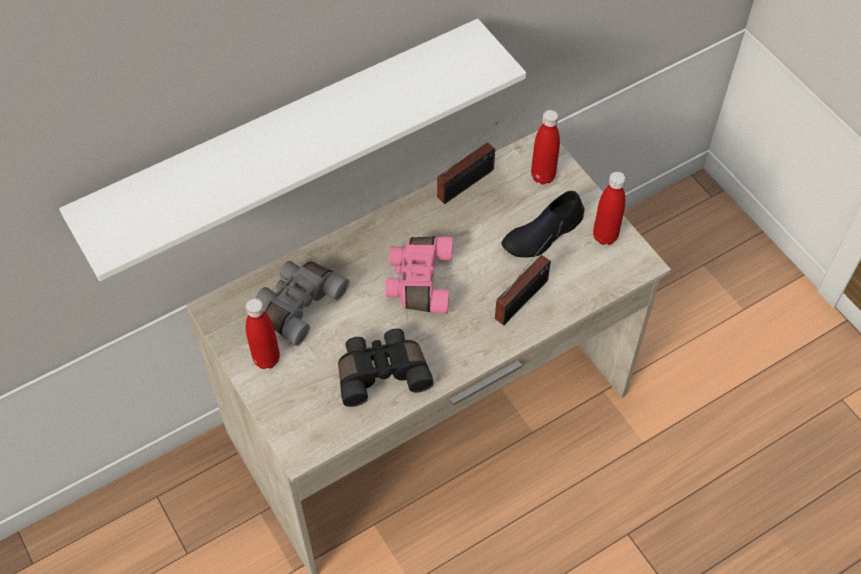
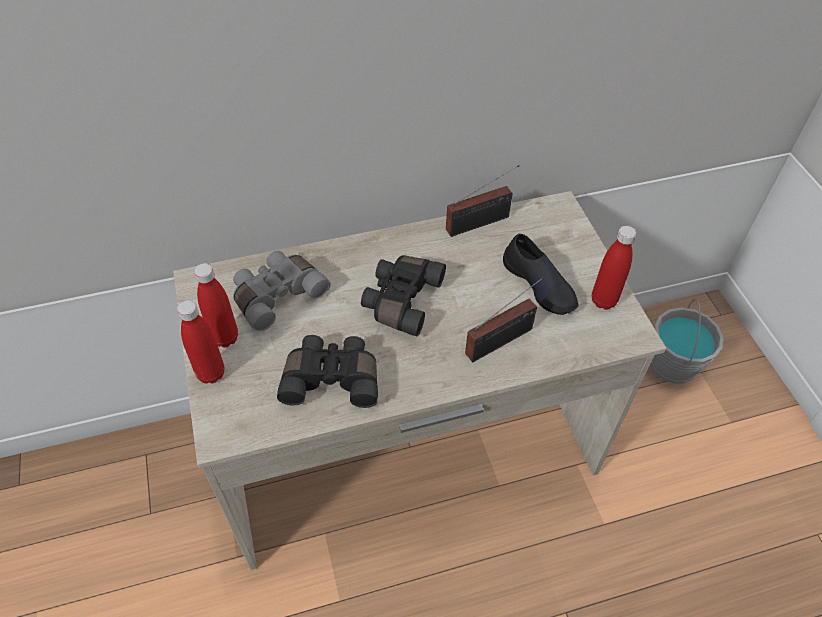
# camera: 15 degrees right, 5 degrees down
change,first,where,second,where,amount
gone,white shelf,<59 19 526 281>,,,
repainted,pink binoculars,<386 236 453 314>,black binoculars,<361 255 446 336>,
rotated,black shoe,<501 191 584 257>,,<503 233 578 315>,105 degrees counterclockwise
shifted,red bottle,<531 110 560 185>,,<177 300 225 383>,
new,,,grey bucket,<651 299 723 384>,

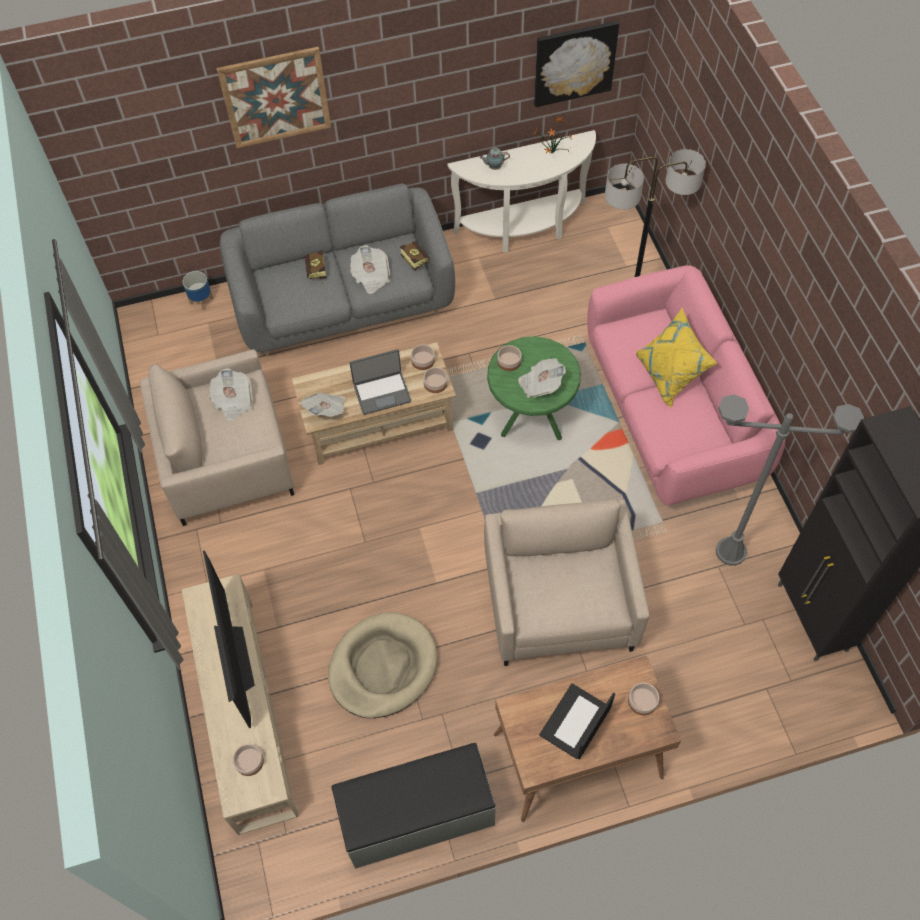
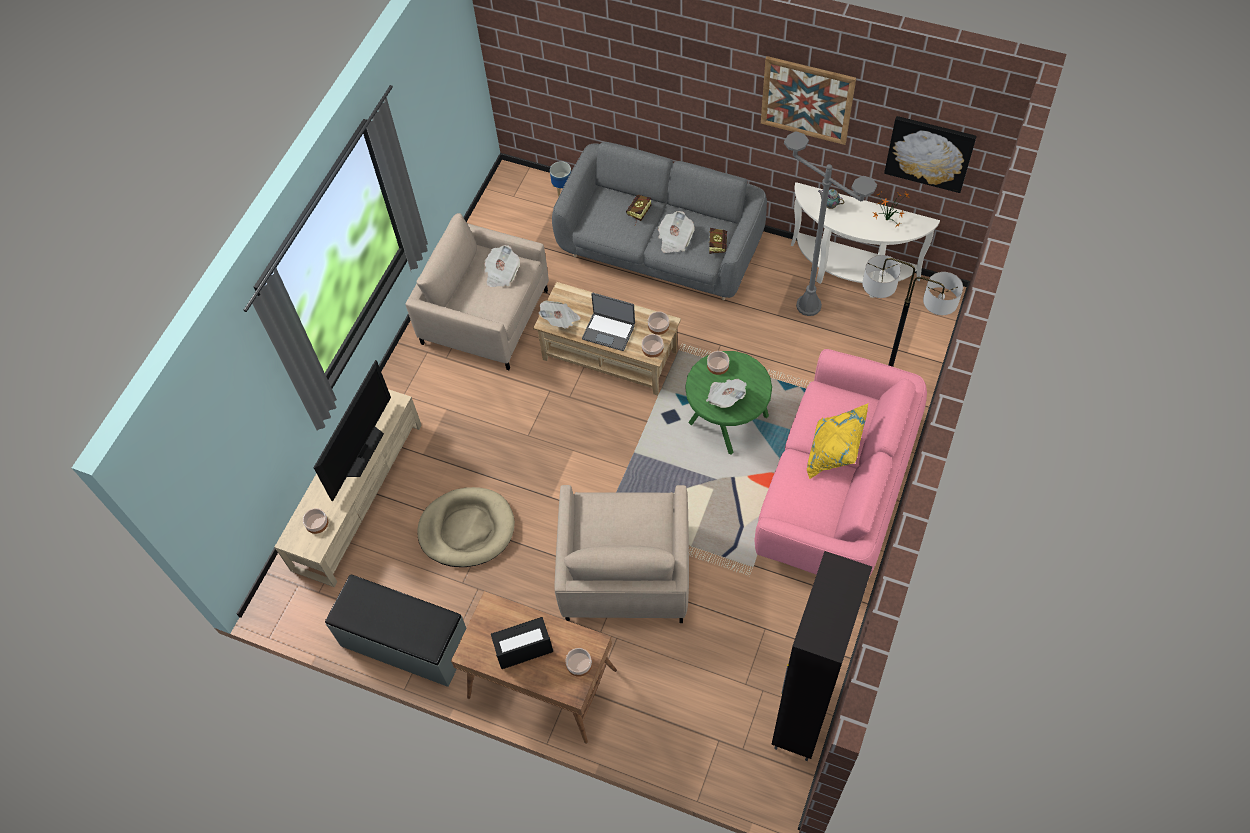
# camera: 40 degrees right, 0 degrees up
change,first,where,second,where,amount
shifted,picture,<216 47 331 148>,,<761 56 856 145>,
rotated,beige armchair,<484 499 649 666>,,<554 485 689 623>,150 degrees clockwise
shifted,grey floor lamp,<716 395 864 566>,,<784 131 877 316>,

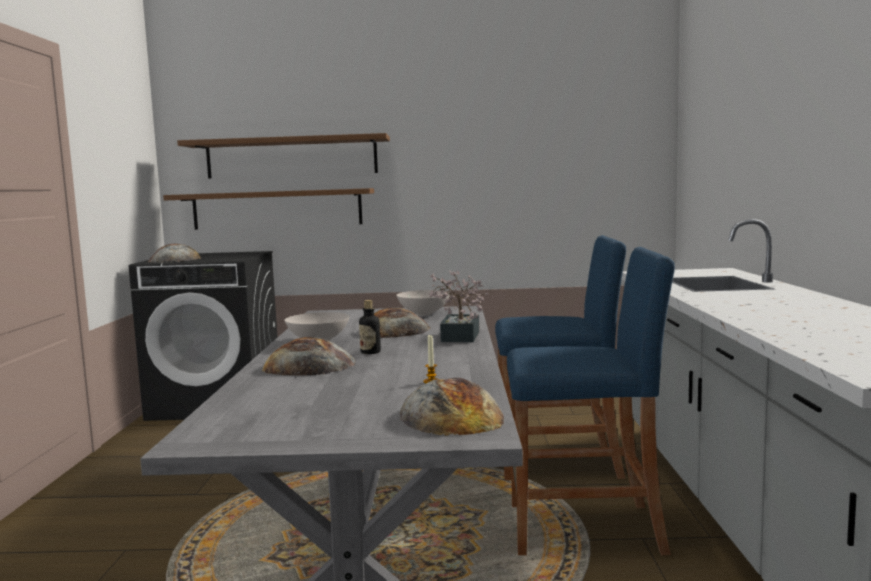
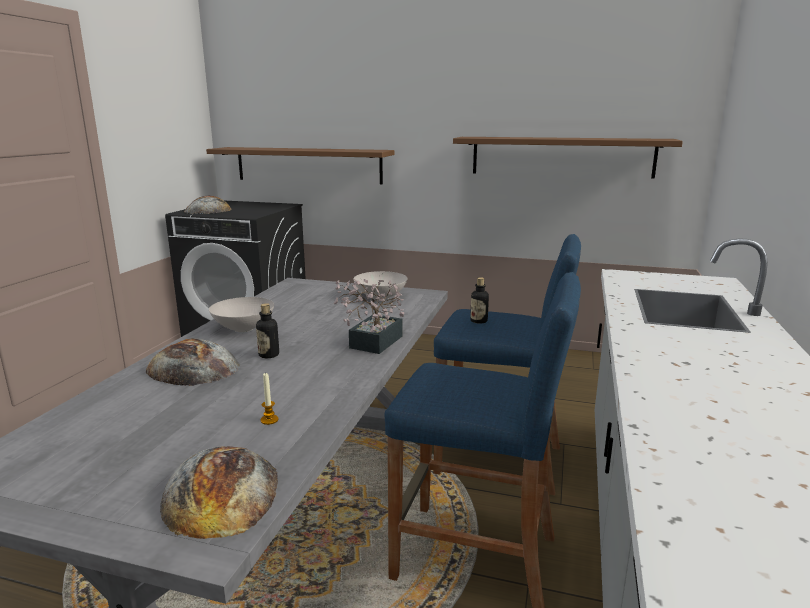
# camera: 15 degrees right, 10 degrees up
change,first,where,second,where,amount
shifted,brown shelf,<177 133 390 179>,,<453 137 683 178>,
gone,bread,<359 308 431 338>,,,
new,,,bottle,<470 277 489 323>,

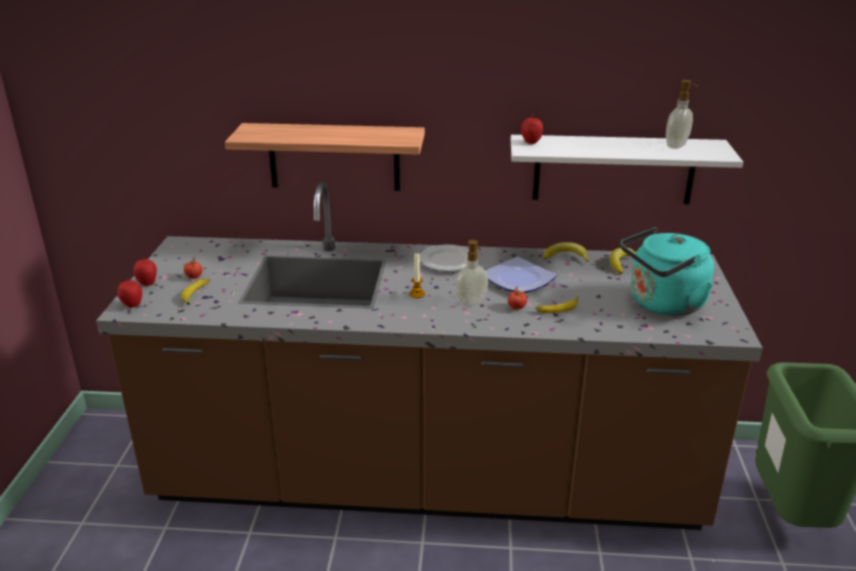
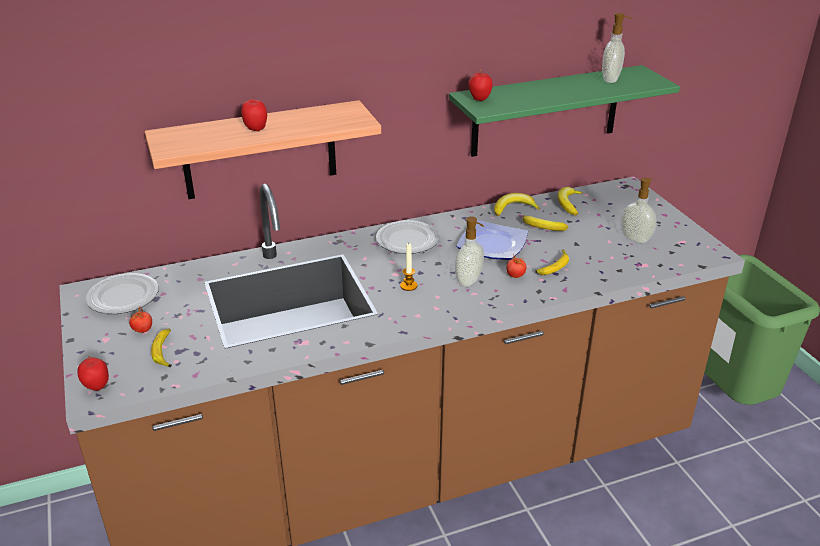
# camera: 25 degrees left, 5 degrees up
change,first,where,second,where,amount
shifted,apple,<133 258 157 286>,,<241 97 267 131>,
repainted,white shelf,<511 135 743 204>,green shelf,<449 65 680 157>,
swapped,turquoise kettle,<621 227 714 316>,soap dispenser,<621 178 656 243>,
new,,,plate,<86 273 159 314>,
new,,,banana,<523 215 568 231>,

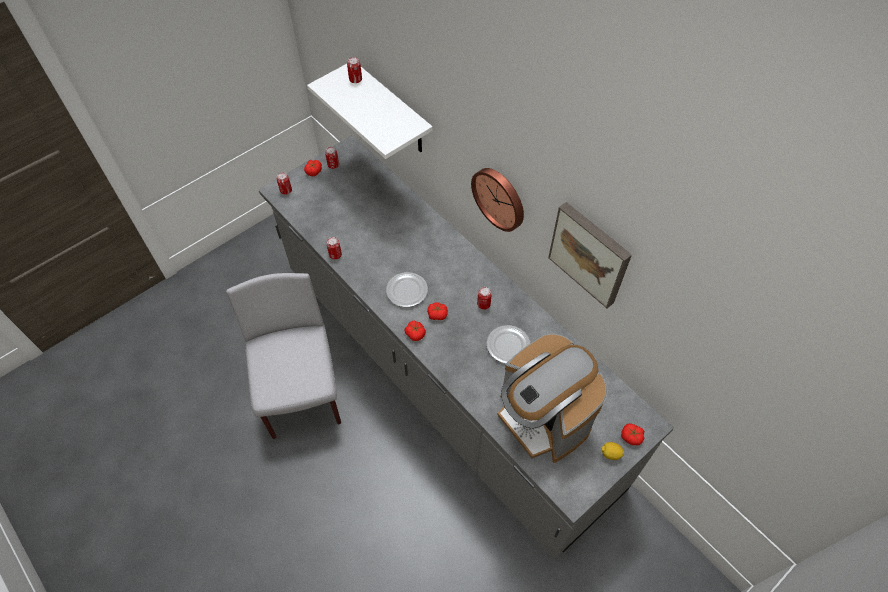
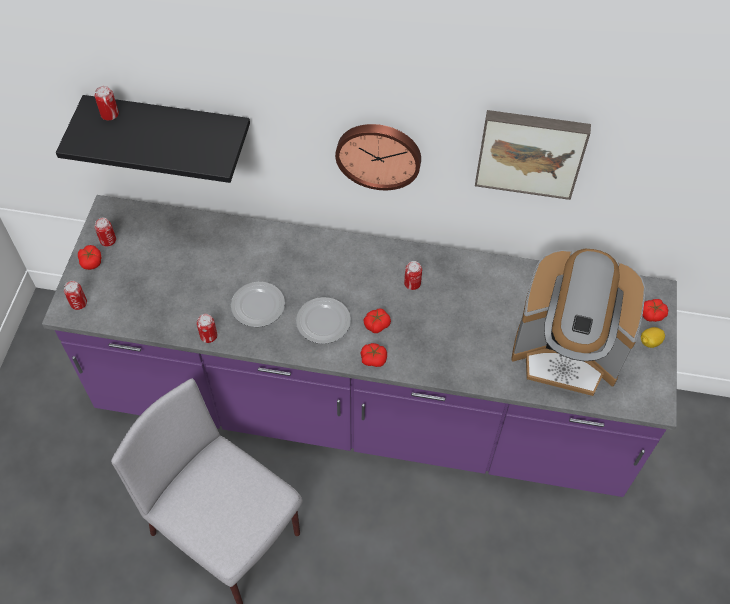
# camera: 40 degrees left, 0 degrees up
change,first,where,second,where,amount
repainted,grey counter,<259 135 674 560>,purple counter,<42 195 677 497>,
repainted,white shelf,<307 64 433 159>,black shelf,<56 95 250 183>,
shifted,plate,<487 325 530 364>,,<231 282 285 327>,

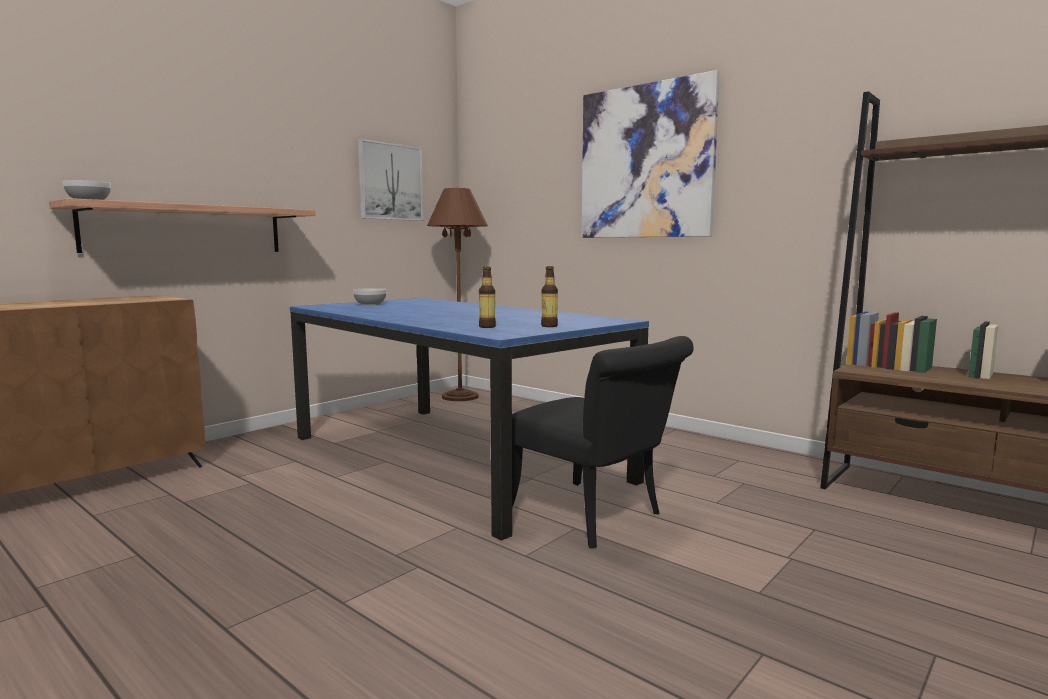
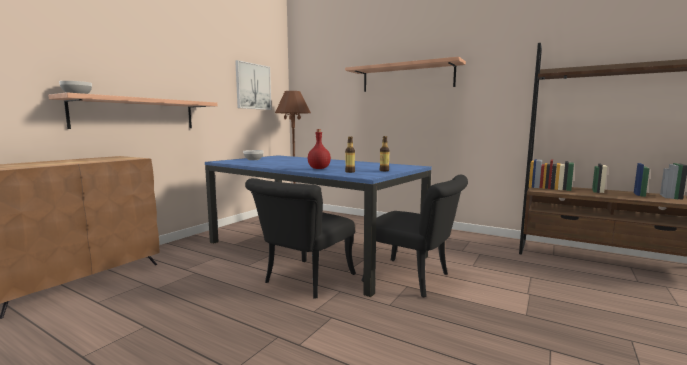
# camera: 10 degrees left, 0 degrees up
change,first,where,second,where,amount
swapped,picture,<581 70 720 238>,shelf,<345 57 466 92>,
new,,,black chair,<245 178 356 299>,
new,,,red bottle,<308 129 331 169>,

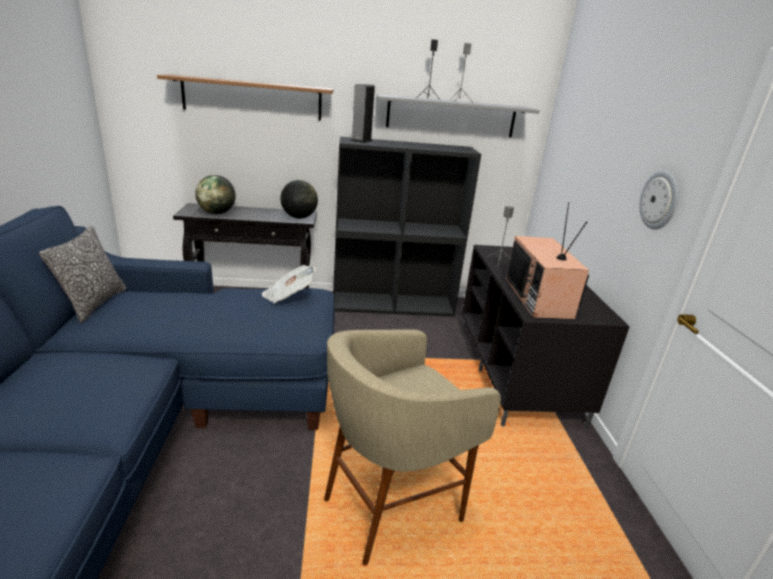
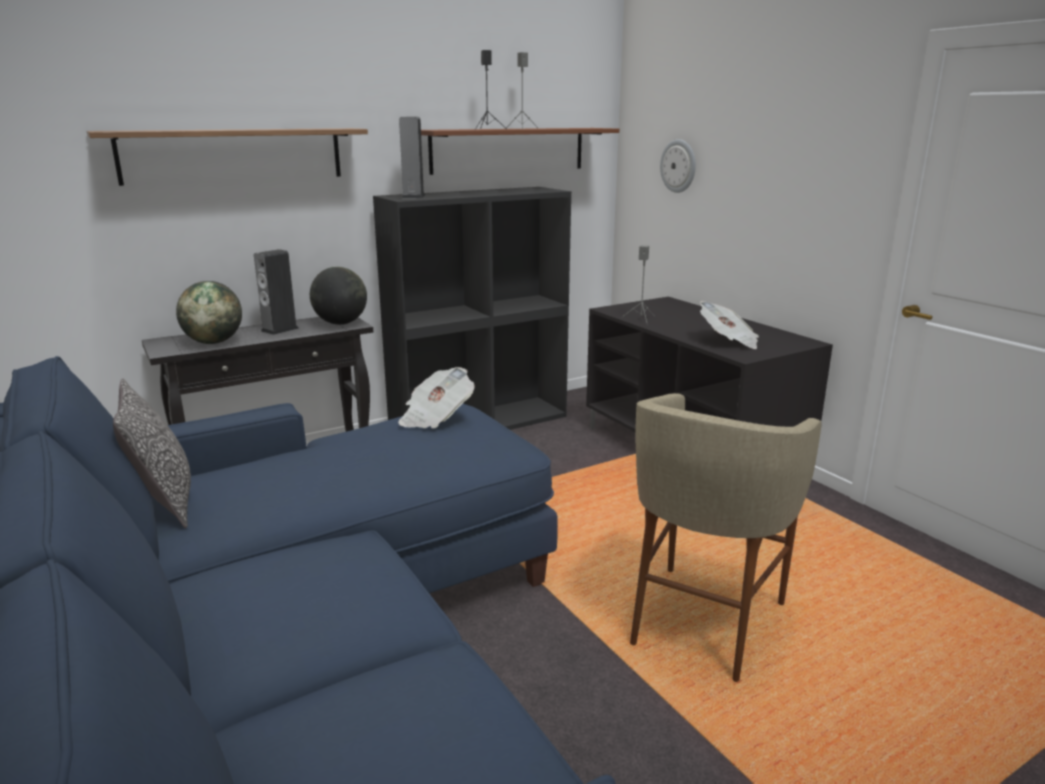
# camera: 25 degrees left, 5 degrees down
change,first,where,second,where,amount
repainted,grey shelf,<377 94 540 137>,brown shelf,<421 128 619 175>,
swapped,television,<506 202 589 320>,newspaper,<700 301 759 349>,
shifted,wall clock,<640 170 678 230>,,<660 139 696 193>,
new,,,speaker,<254 249 299 335>,

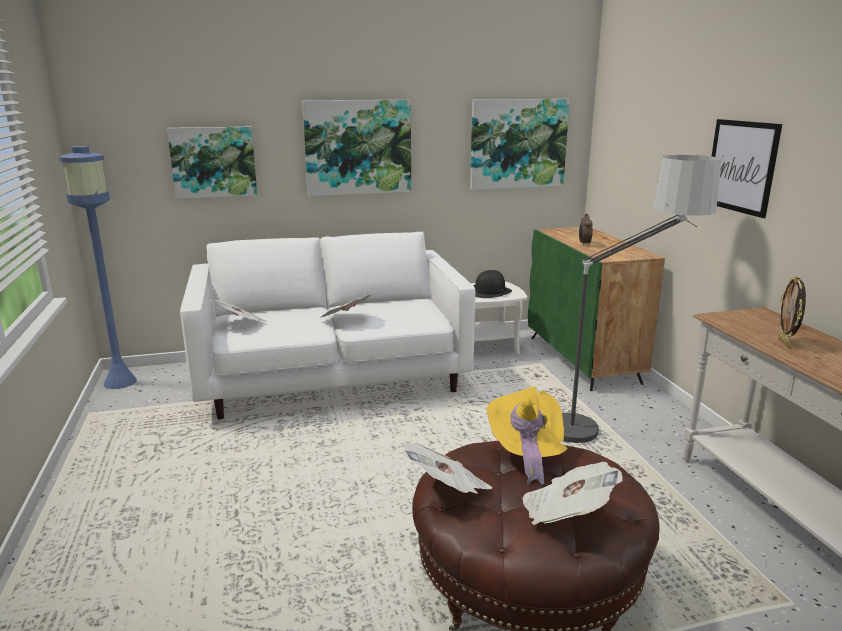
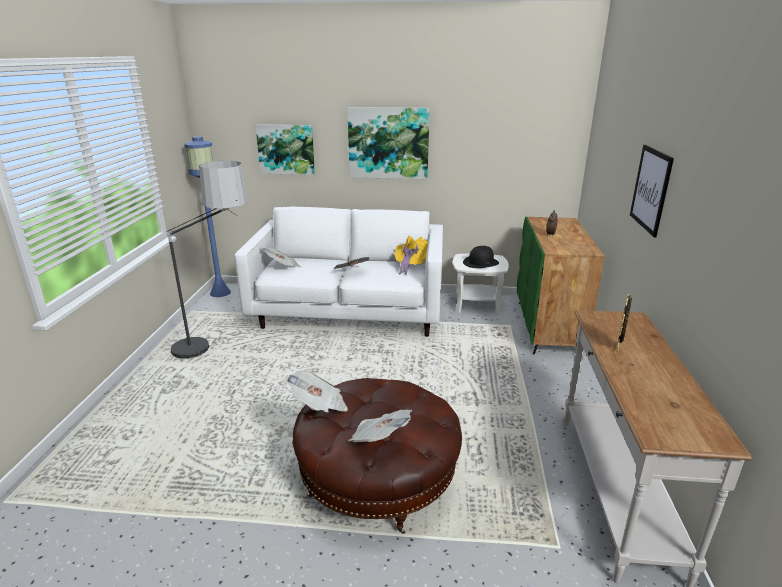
# camera: 20 degrees right, 5 degrees up
change,first,where,second,where,amount
gone,picture,<470 99 570 190>,,,
shifted,yellow hat,<487 386 568 485>,,<394 236 429 275>,
shifted,floor lamp,<562 155 721 443>,,<166 161 248 359>,

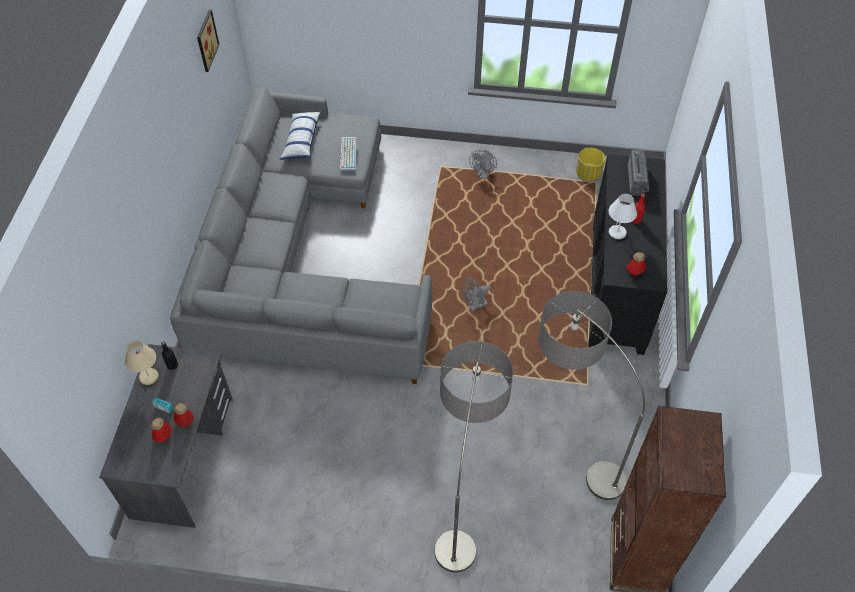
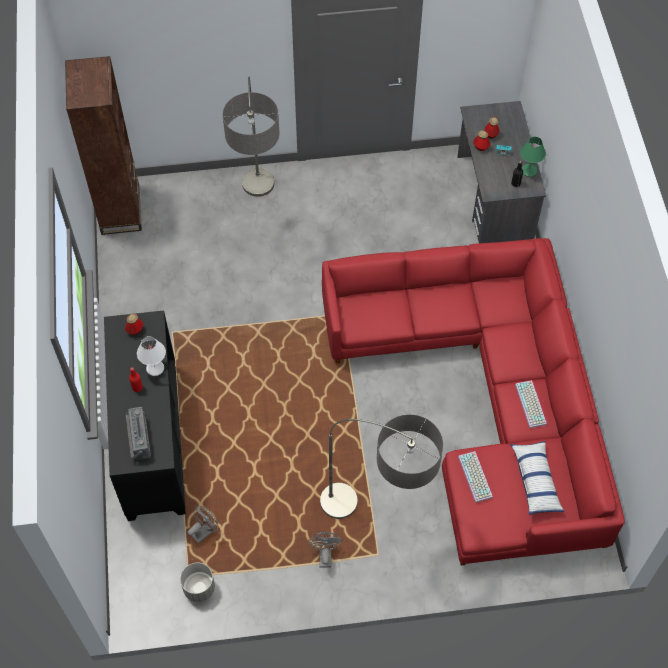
# camera: 165 degrees right, 5 degrees up
change,first,where,second,where,amount
repainted,beige table lamp,<125 341 158 385>,green table lamp,<520 137 546 177>,
repainted,grey sofa,<170 87 432 384>,red sofa,<322 238 625 565>,
gone,picture,<197 10 220 72>,,,
shifted,grey fan,<462 277 491 311>,,<188 506 218 543>,
shifted,floor lamp,<538 291 645 500>,,<320 414 443 519>,
repainted,yellow planter,<576 148 605 181>,grey planter,<180 563 215 602>,
new,,,keyboard,<515 380 547 428>,

